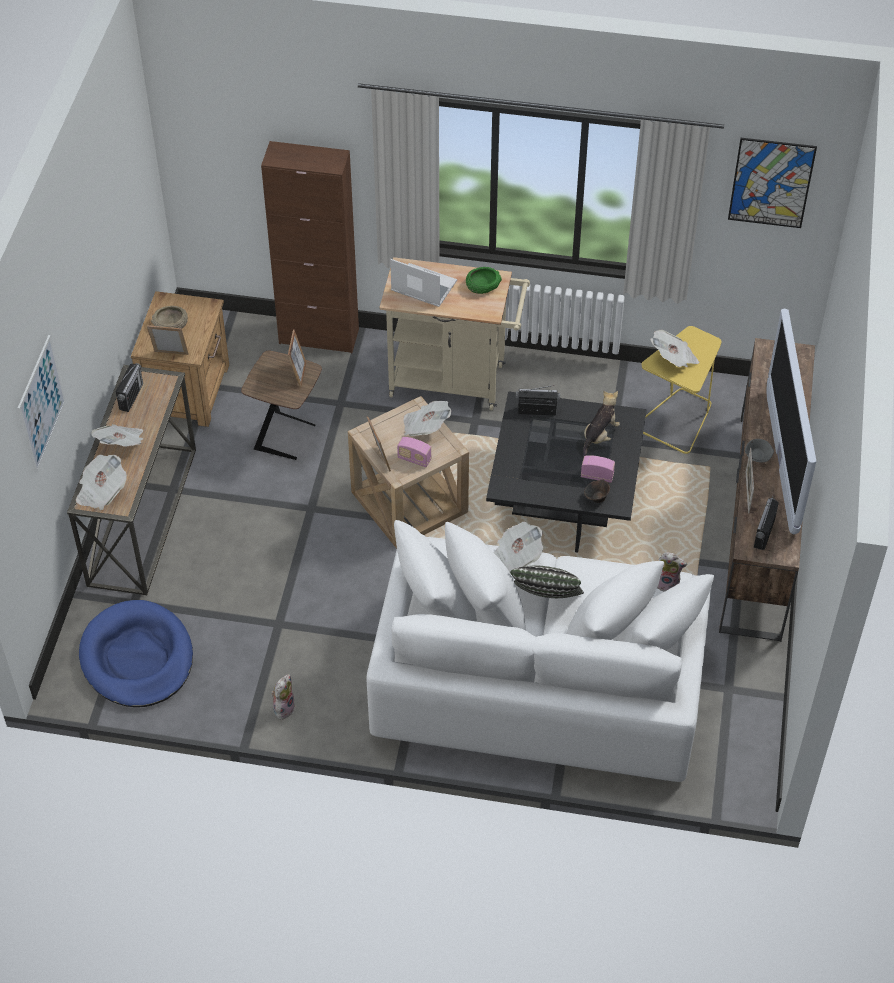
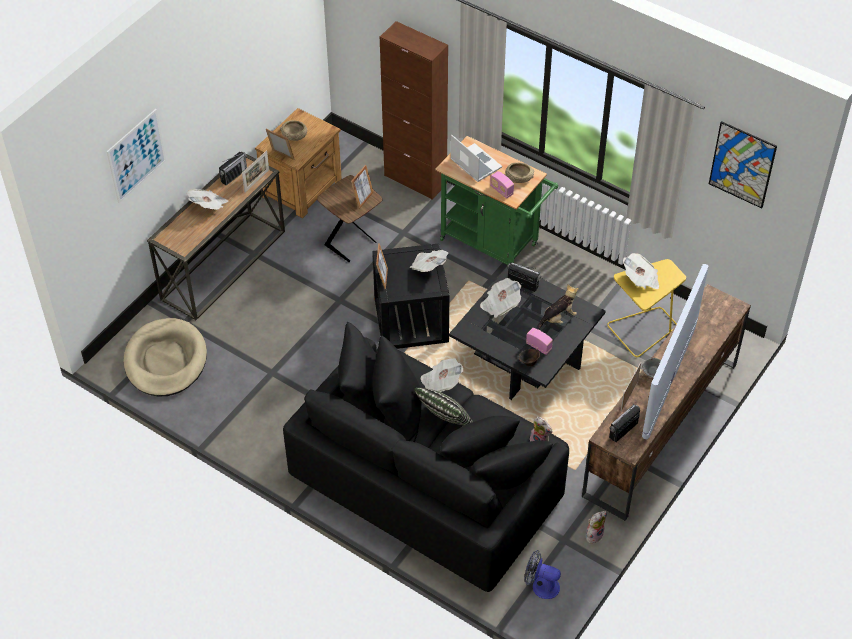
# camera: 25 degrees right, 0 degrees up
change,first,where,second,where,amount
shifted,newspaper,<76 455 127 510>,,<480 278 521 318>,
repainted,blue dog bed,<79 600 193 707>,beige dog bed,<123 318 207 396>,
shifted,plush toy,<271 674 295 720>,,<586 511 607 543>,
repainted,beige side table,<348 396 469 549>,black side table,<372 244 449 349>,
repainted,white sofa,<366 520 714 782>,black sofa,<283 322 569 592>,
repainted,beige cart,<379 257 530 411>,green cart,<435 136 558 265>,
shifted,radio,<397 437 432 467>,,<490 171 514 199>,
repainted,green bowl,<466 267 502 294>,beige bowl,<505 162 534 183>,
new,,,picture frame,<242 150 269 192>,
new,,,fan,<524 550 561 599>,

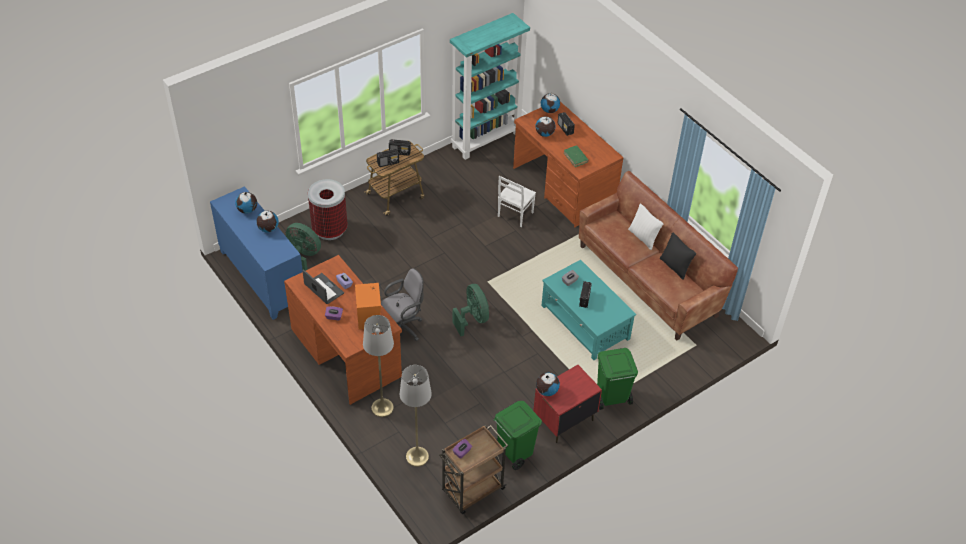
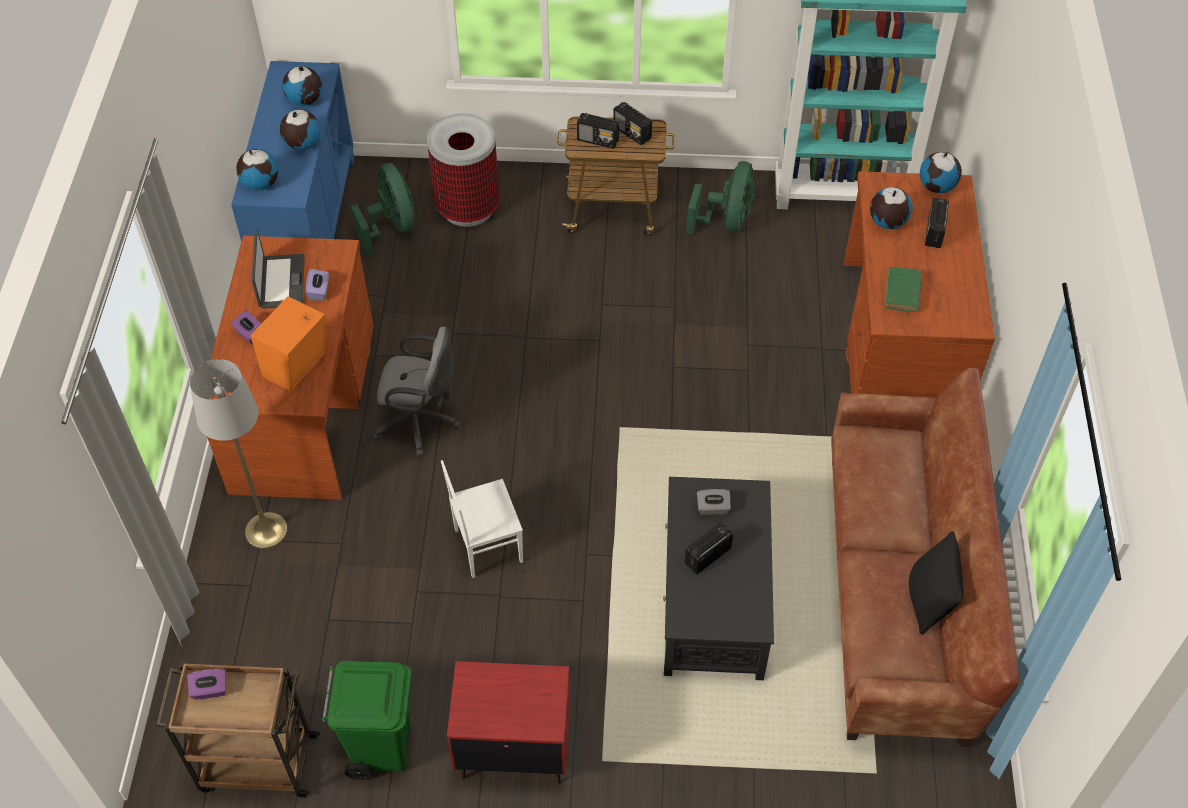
# camera: 40 degrees right, 5 degrees up
change,first,where,second,where,amount
gone,grey floor lamp,<400 365 432 467>,,,
shifted,green fan,<453 284 489 336>,,<686 161 755 235>,
shifted,white chair,<498 176 536 227>,,<441 460 523 578>,
shifted,globe,<536 373 560 396>,,<236 149 278 190>,
repainted,turquoise coffee table,<541 260 636 360>,black coffee table,<663 477 774 680>,
gone,green trash can,<597 348 638 410>,,,
gone,white pillow,<628 204 664 250>,,,

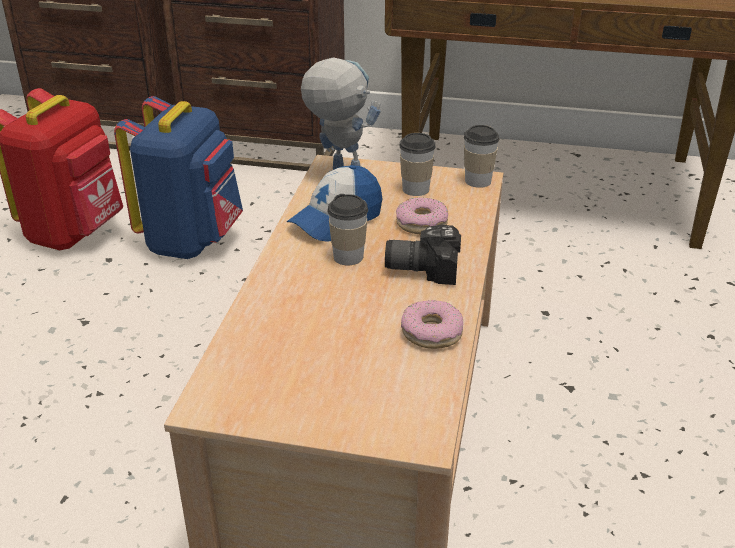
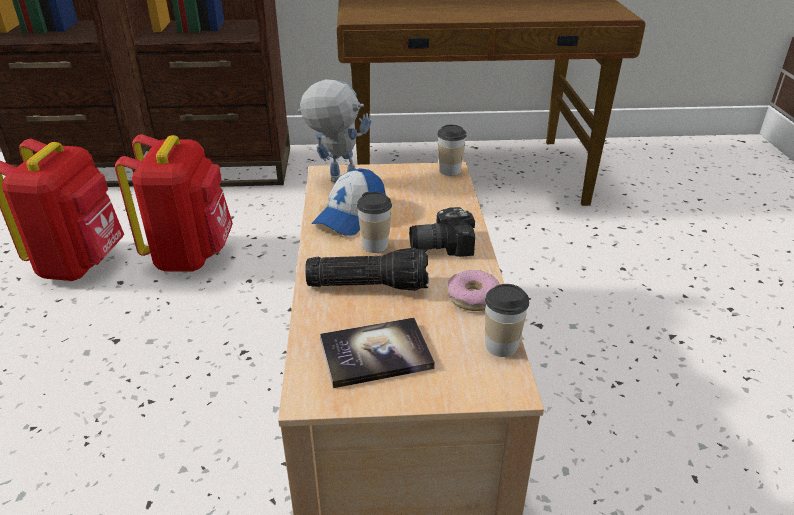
# camera: 15 degrees left, 0 degrees up
change,first,where,second,where,amount
repainted,blue backpack,<114 96 243 259>,red backpack,<115 134 233 271>,
gone,donut,<396 197 448 235>,,,
shifted,cup,<399 133 436 196>,,<485 284 529 357>,
new,,,flashlight,<305 248 428 291>,
new,,,book,<320 318 435 388>,

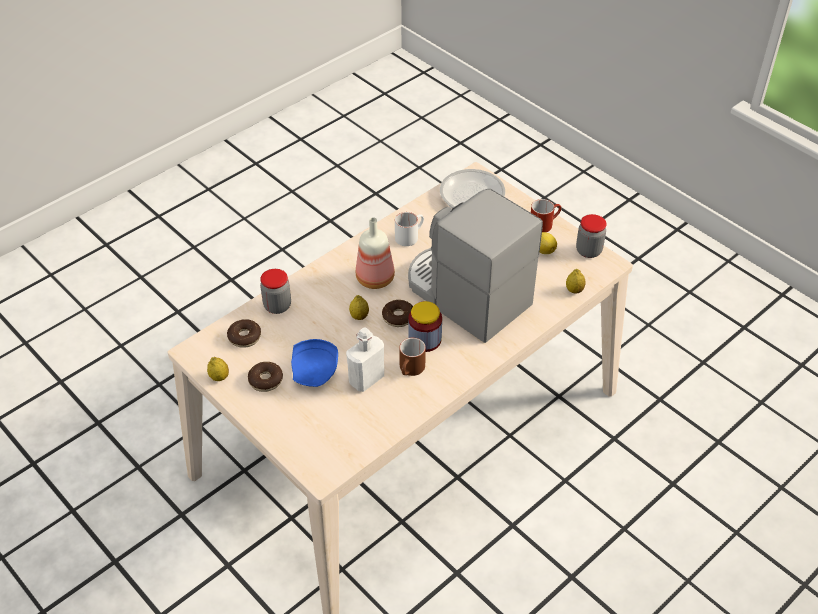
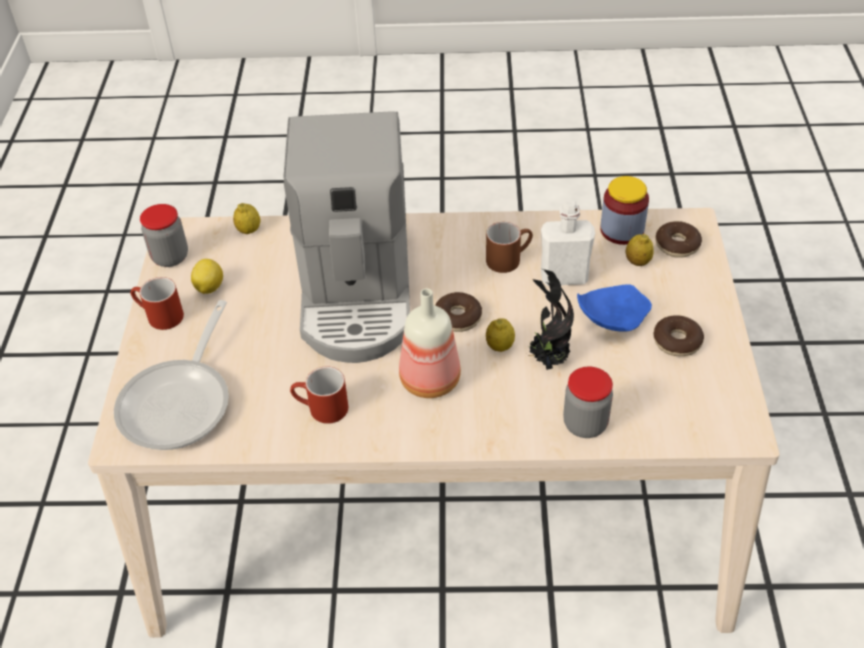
# camera: 135 degrees left, 0 degrees up
change,first,where,second,where,amount
shifted,lemon,<207 357 229 381>,,<625 234 654 266>,
shifted,donut,<227 319 261 348>,,<655 221 702 258>,
repainted,white mug,<395 212 424 246>,red mug,<290 366 348 424>,
shifted,jar,<408 301 442 352>,,<600 176 649 245>,
new,,,potted plant,<526 269 574 370>,

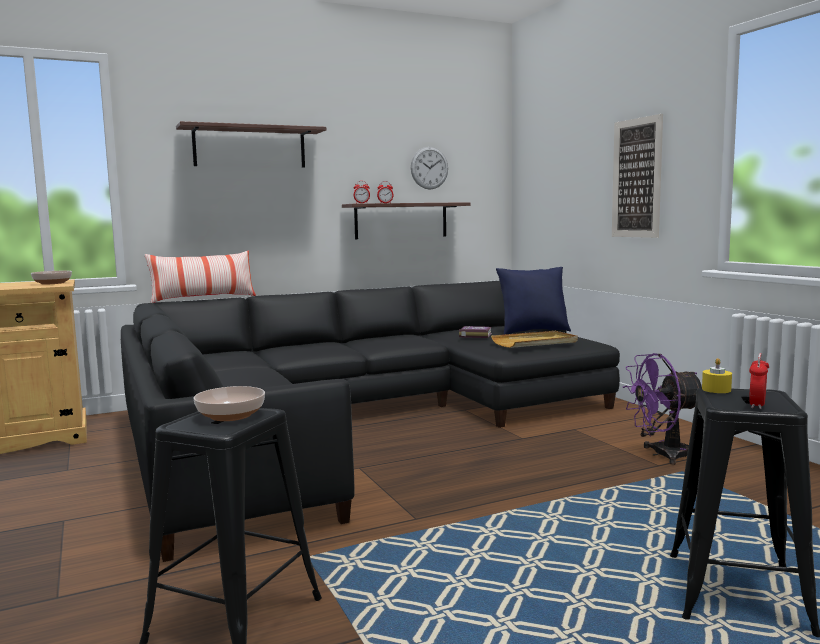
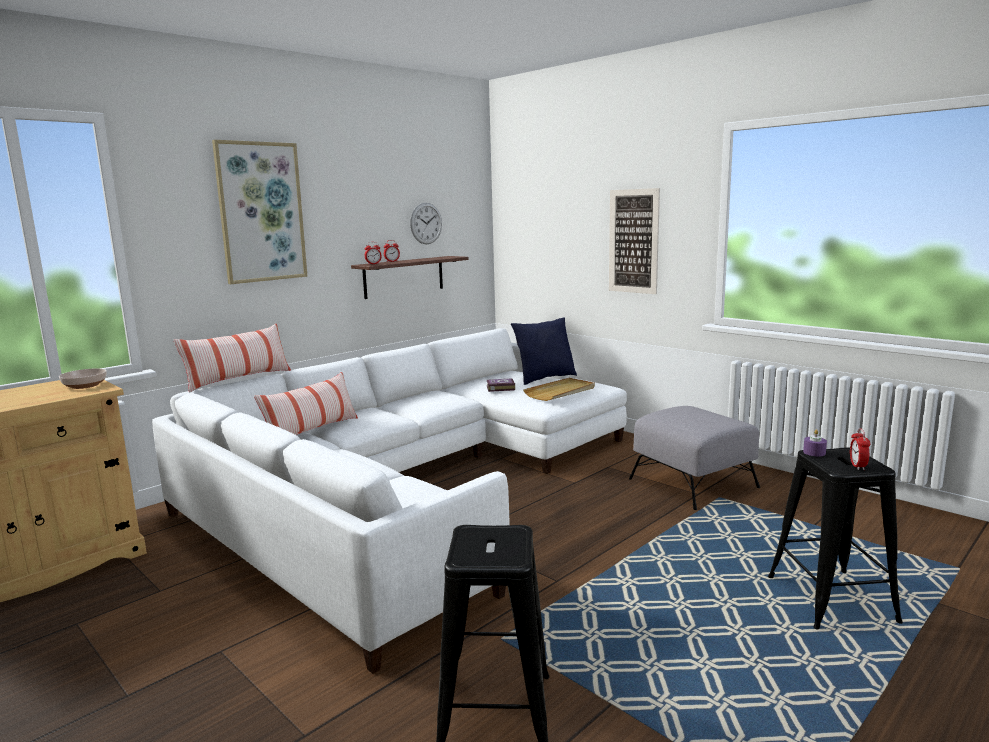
# camera: 20 degrees left, 5 degrees up
change,first,where,second,where,amount
repainted,black sofa,<121 281 620 562>,white sofa,<152 328 627 674>,
swapped,shelf,<176 121 326 168>,picture,<212 140 307 284>,
gone,bowl,<193 386 265 421>,,,
swapped,purple fan,<623 353 702 465>,grey ottoman,<629 406 760 510>,
repainted,yellow candle,<702 358 732 393>,purple candle,<803 429 827 456>,
new,,,pillow,<254 372 358 435>,

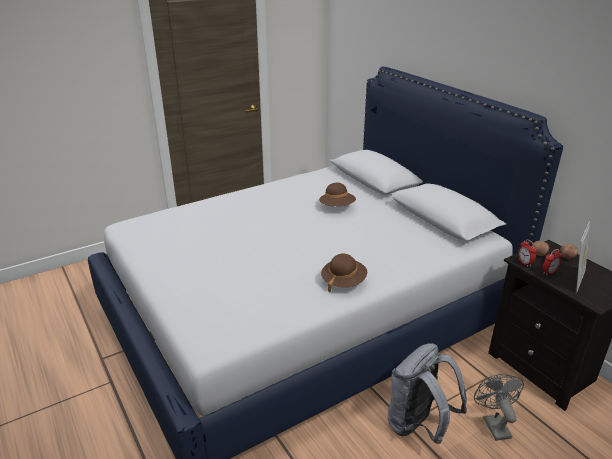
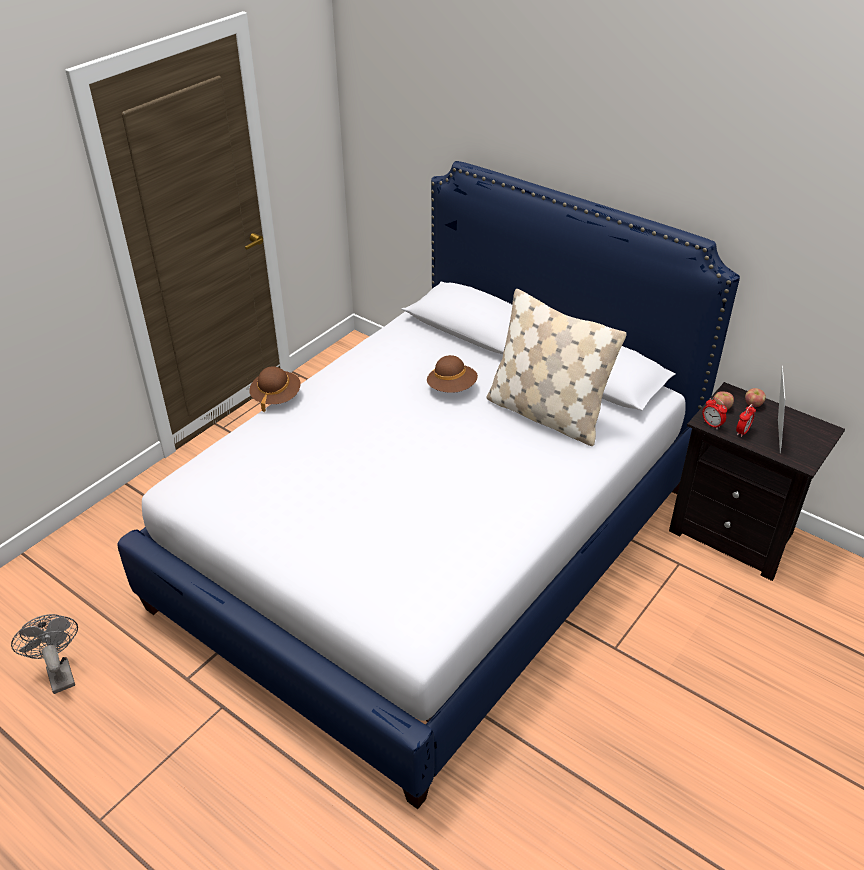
# camera: 20 degrees left, 10 degrees up
change,first,where,second,where,amount
shifted,brown hat,<321 253 367 292>,,<249 366 301 412>,
gone,grey backpack,<388 343 467 444>,,,
shifted,grey fan,<474 374 524 441>,,<11 614 78 694>,
new,,,beige pillow,<486 289 627 446>,

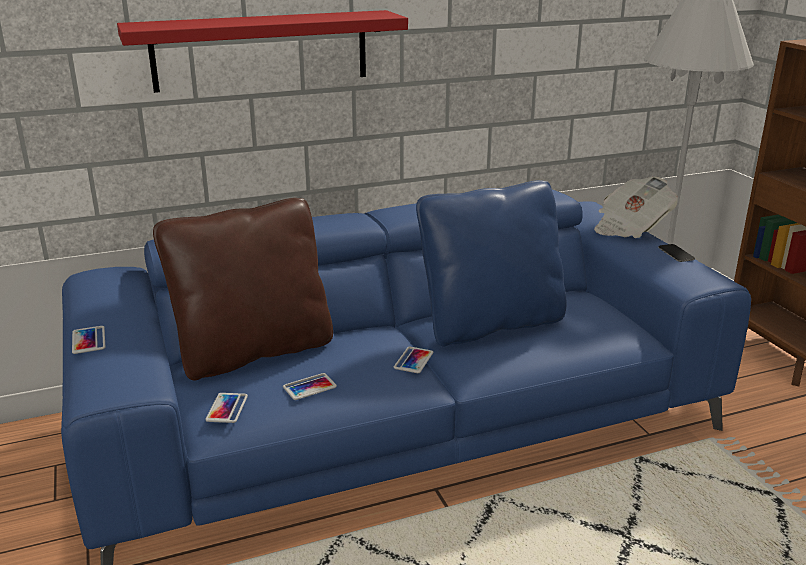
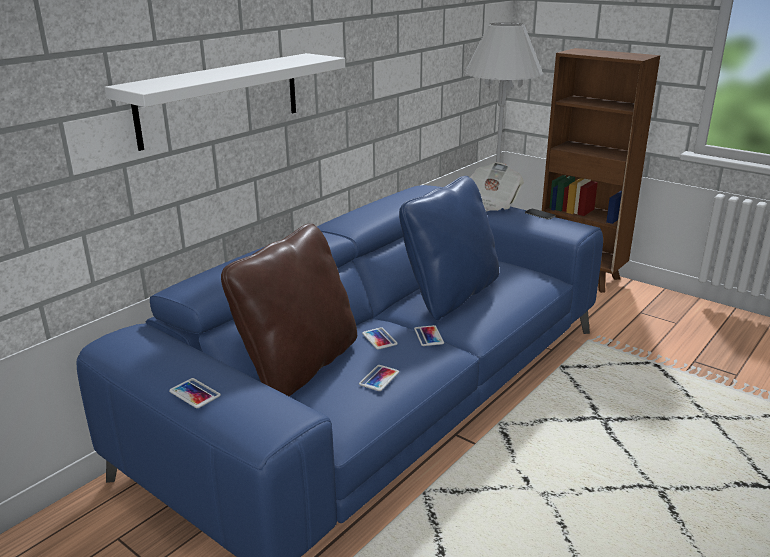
# camera: 30 degrees left, 0 degrees up
change,first,where,second,where,amount
repainted,red shelf,<117 10 408 93>,white shelf,<105 53 345 151>,
shifted,phone,<205 393 248 423>,,<362 327 398 350>,

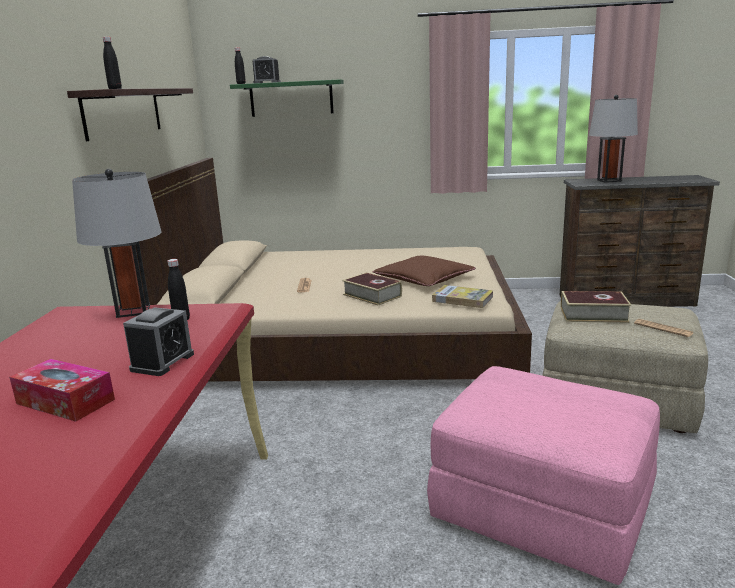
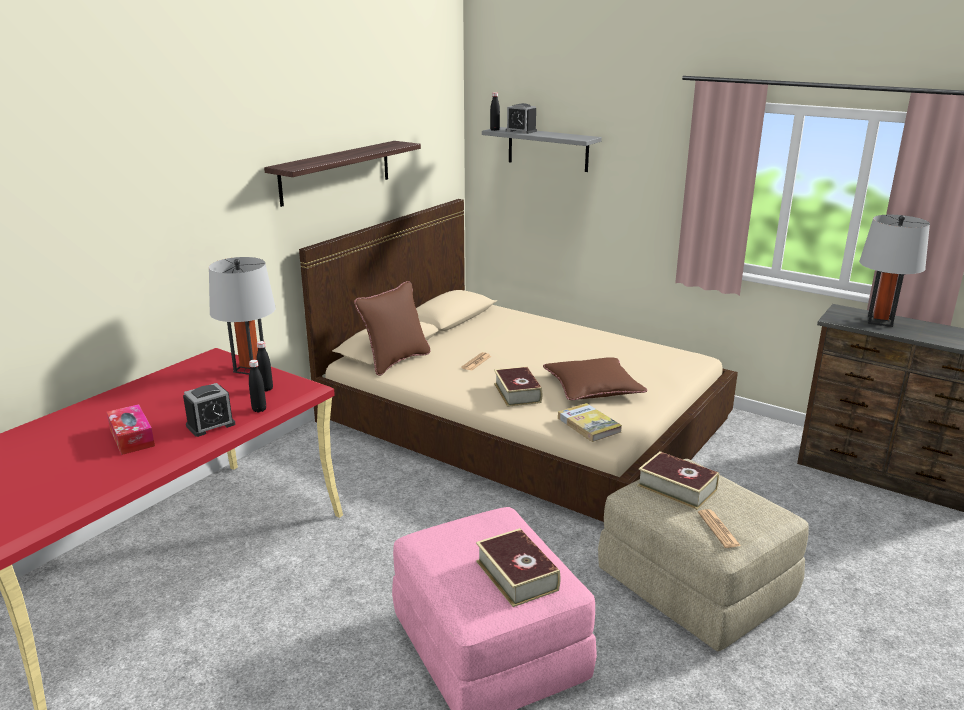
# camera: 30 degrees right, 5 degrees up
change,first,where,second,where,amount
shifted,black bottle,<103 37 122 89>,,<249 360 266 412>,
repainted,green shelf,<230 79 344 117>,grey shelf,<482 127 602 172>,
new,,,brown pillow,<354 281 430 376>,
new,,,book,<476 528 561 607>,

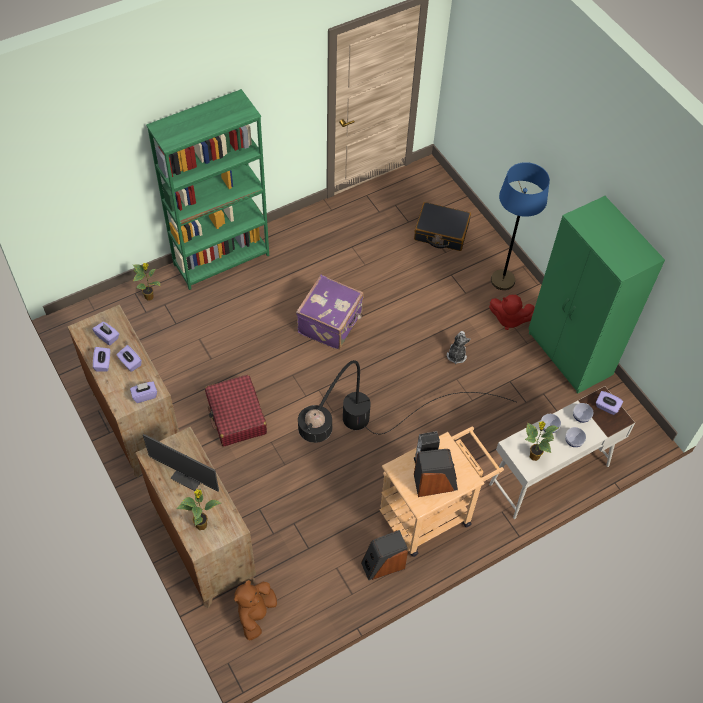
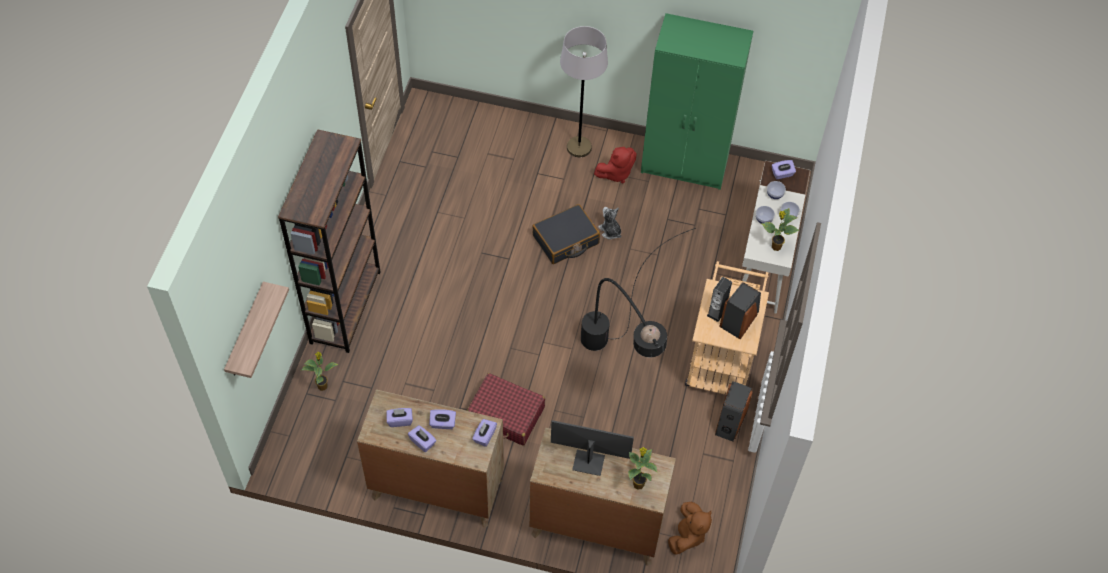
# camera: 45 degrees left, 0 degrees up
change,first,where,second,where,amount
rotated,monitor,<143 434 219 491>,,<551 420 634 476>,150 degrees counterclockwise
repainted,green bookcase,<146 89 269 290>,brown bookcase,<278 129 380 353>,
rotated,brown plush toy,<234 580 277 640>,,<668 502 712 555>,135 degrees counterclockwise
gone,purple suitcase,<296 275 364 350>,,,
shifted,black suitcase,<414 202 471 251>,,<532 204 600 264>,
repainted,blue floor lamp,<491 162 550 290>,grey floor lamp,<560 26 608 157>,
new,,,shelf,<224 282 289 378>,

